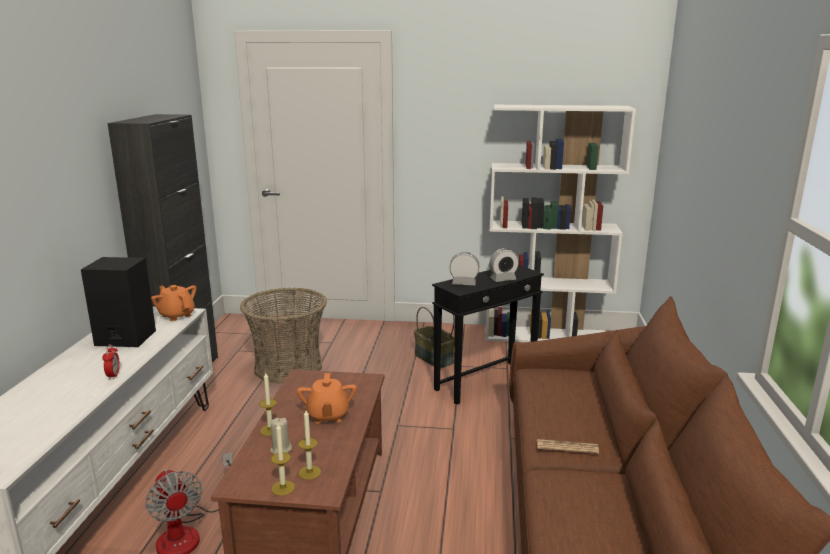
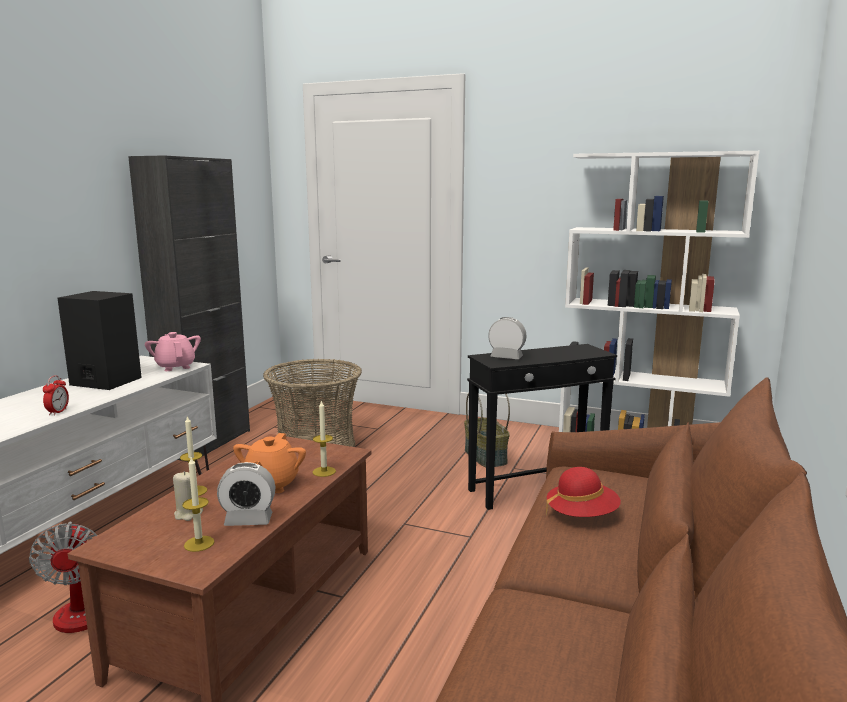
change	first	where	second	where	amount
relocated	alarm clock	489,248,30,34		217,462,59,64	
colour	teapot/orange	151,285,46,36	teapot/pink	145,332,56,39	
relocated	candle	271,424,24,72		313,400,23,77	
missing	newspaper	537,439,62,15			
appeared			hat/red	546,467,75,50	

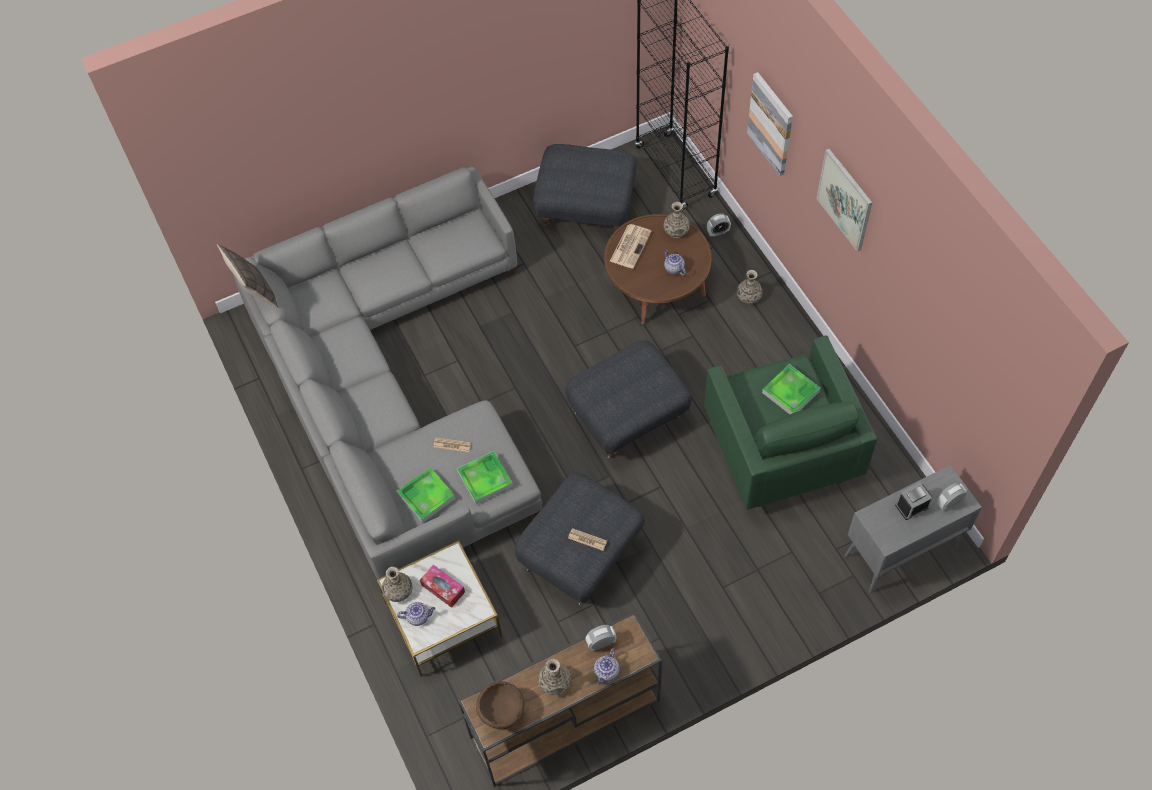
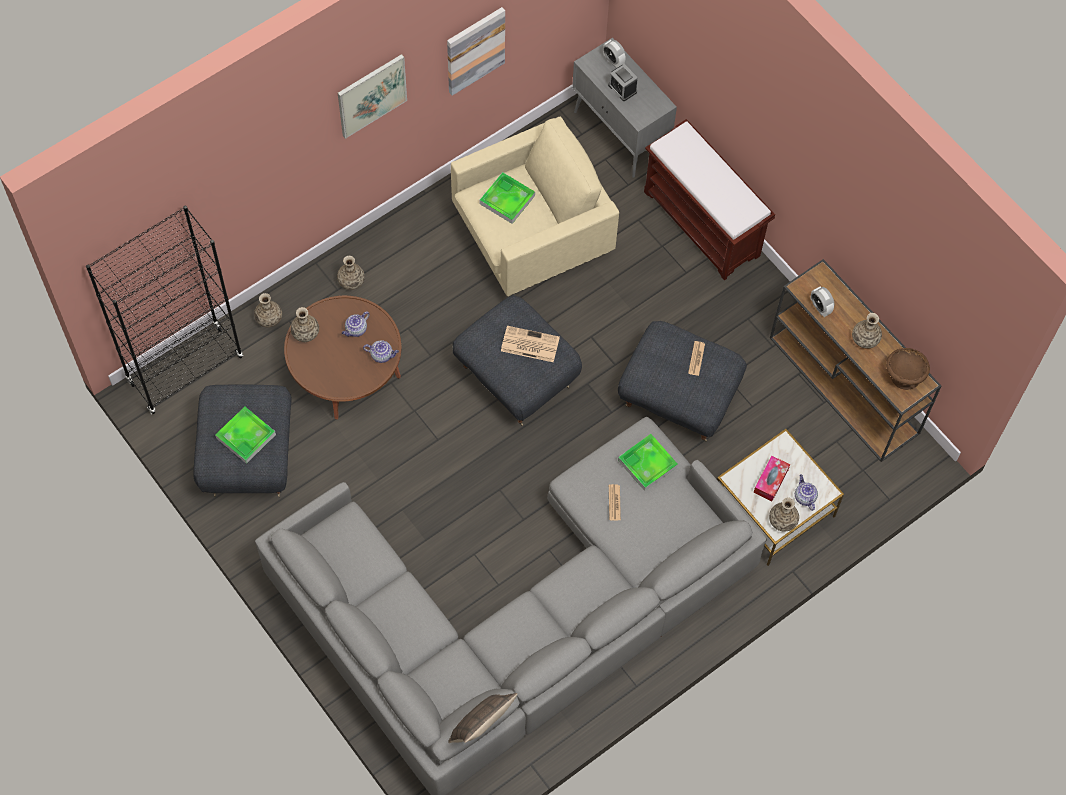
change	first	where	second	where	amount
relocated	picture	747,72,46,104		447,7,58,89	
exchanged	alarm clock	707,213,24,24	vase	254,293,28,34	
relocated	newspaper	610,224,42,45		501,326,59,36	
colour	armchair/green	704,335,173,175	armchair/beige	451,116,168,180	
relocated	tray	397,467,59,56		215,406,61,58	
relocated	teapot	594,648,25,37		363,340,36,23	
appeared			bench/brown	644,119,131,161	

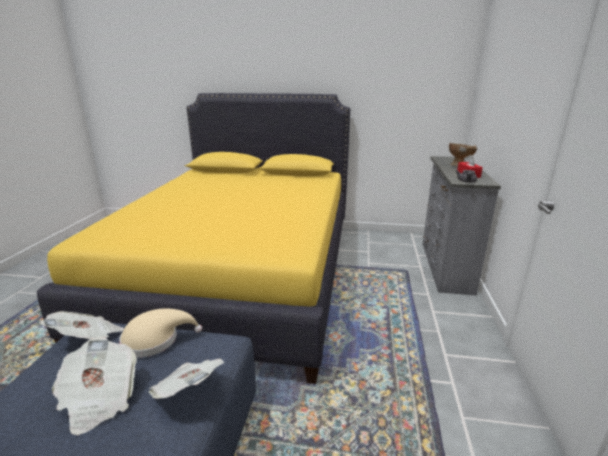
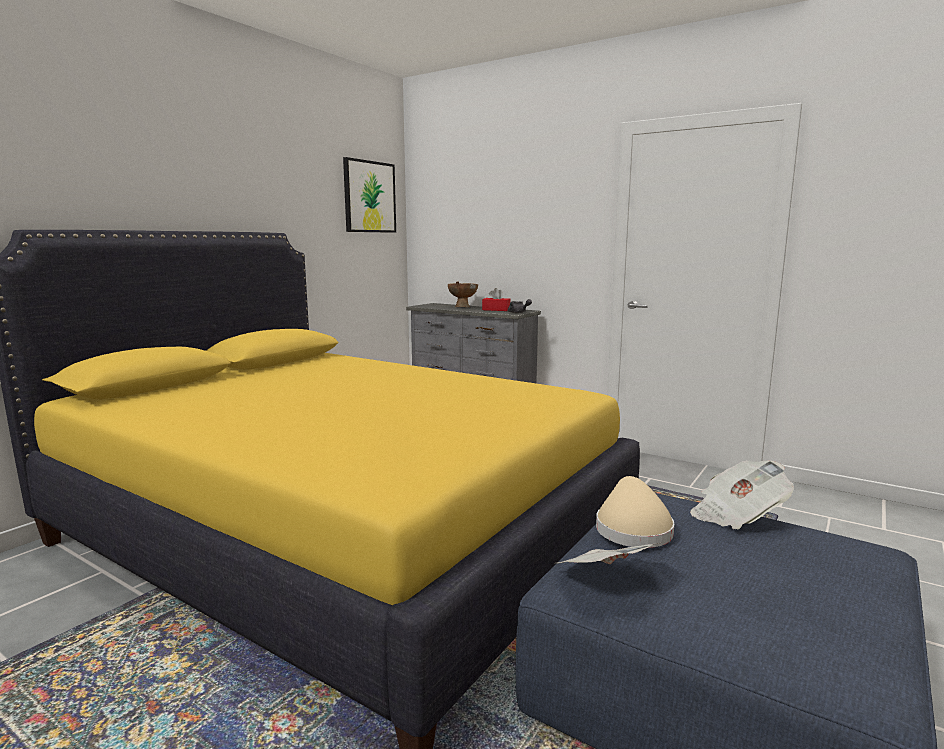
change	first	where	second	where	amount
missing	newspaper	52,337,85,98			
appeared			picture	343,157,53,76	

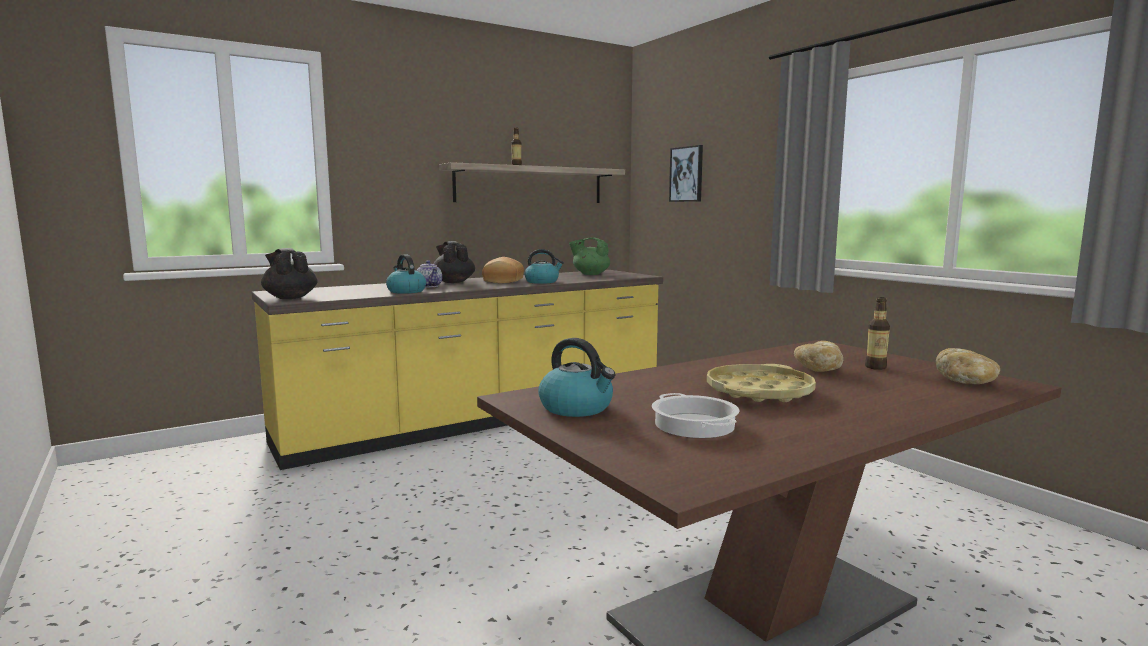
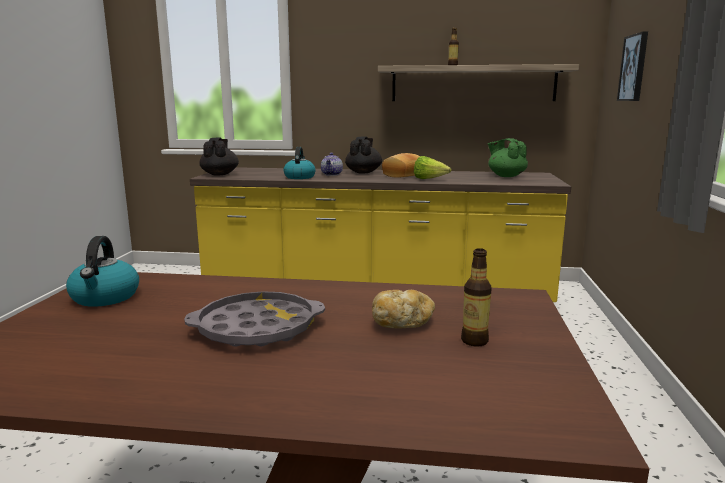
change	first	where	second	where	amount
exchanged	kettle	524,249,40,35	lettuce	414,156,38,23	
missing	bread	936,348,64,36			
colour	tray/yellow	707,364,109,38	tray/grey	184,291,141,55	
missing	cooking pot	652,393,88,45			

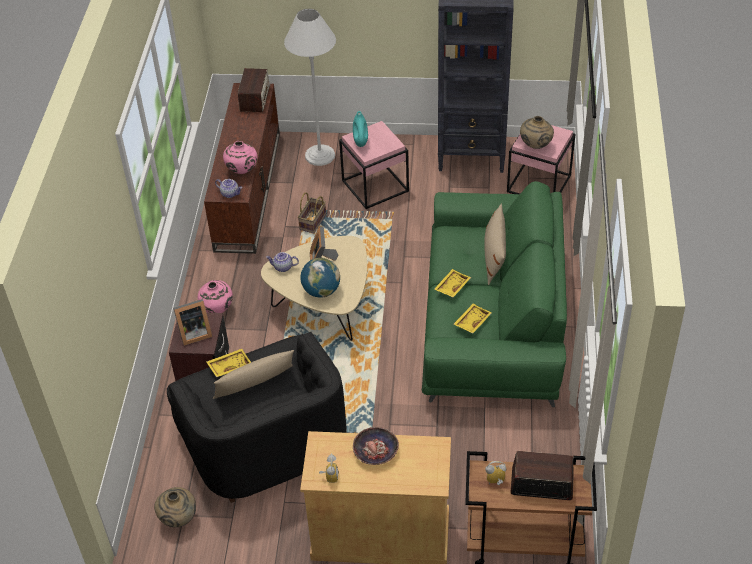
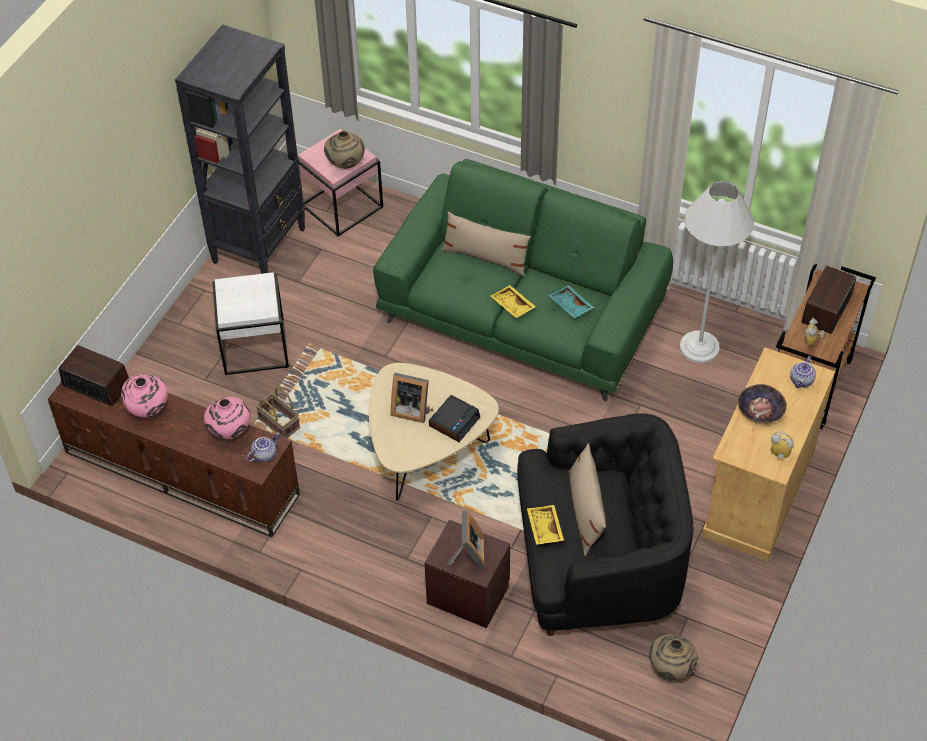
change	first	where	second	where	amount
relocated	floor lamp/white	284,9,52,157		680,181,74,182	
missing	vase/turquoise	353,111,15,36			
colour	side table/pink	339,121,70,88	side table/white	213,272,76,103	
relocated	teapot	266,252,33,20		790,356,26,32	
exchanged	globe	300,258,40,40	alarm clock	429,395,51,47	
relocated	vase/pink	198,280,35,33		121,374,47,44	
colour	tray/yellow	454,304,38,30	tray/turquoise	548,285,46,33	

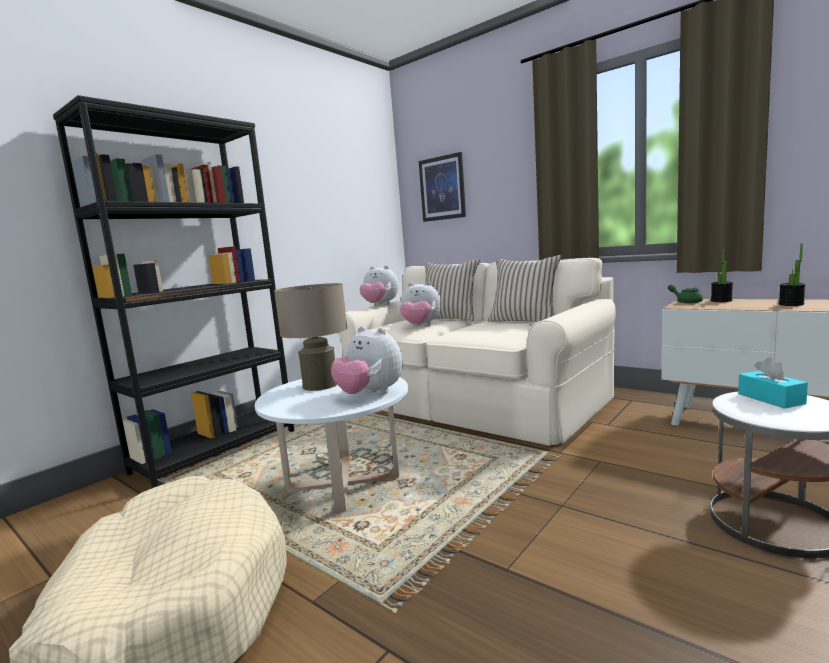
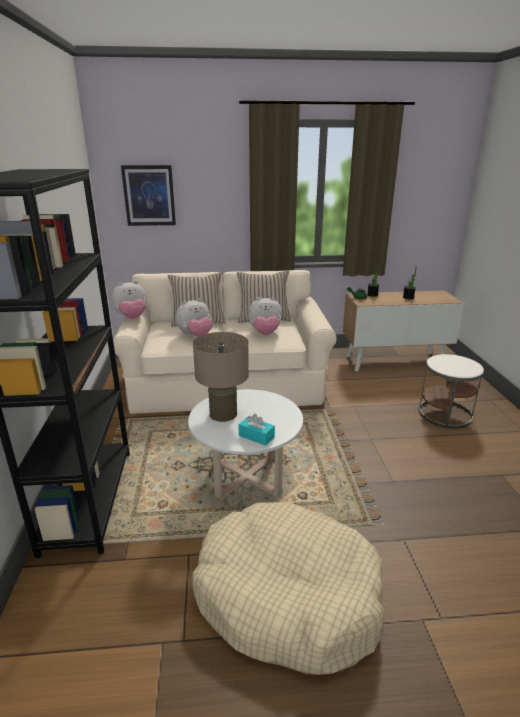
change	first	where	second	where	amount
relocated	plush toy	331,326,72,69		248,297,34,38	
relocated	tissue box/turquoise	738,357,70,52		238,414,37,32	

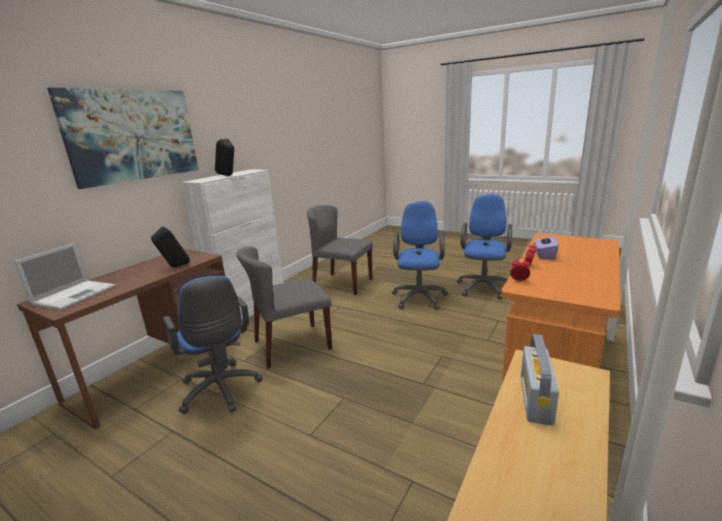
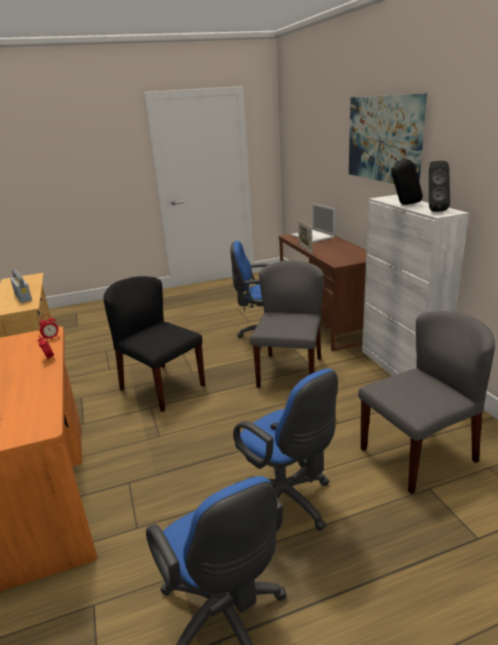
change	first	where	second	where	amount
relocated	speaker/black	151,226,39,41		429,161,21,51	
missing	tissue box/purple	535,232,24,27			
appeared			picture frame	298,220,14,34	
appeared			chair/black	103,276,102,136	

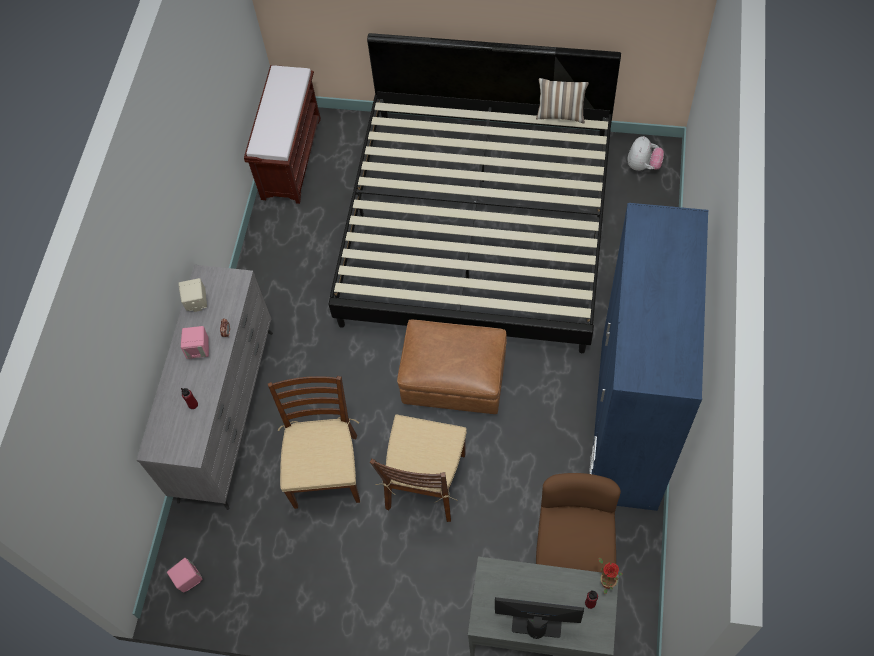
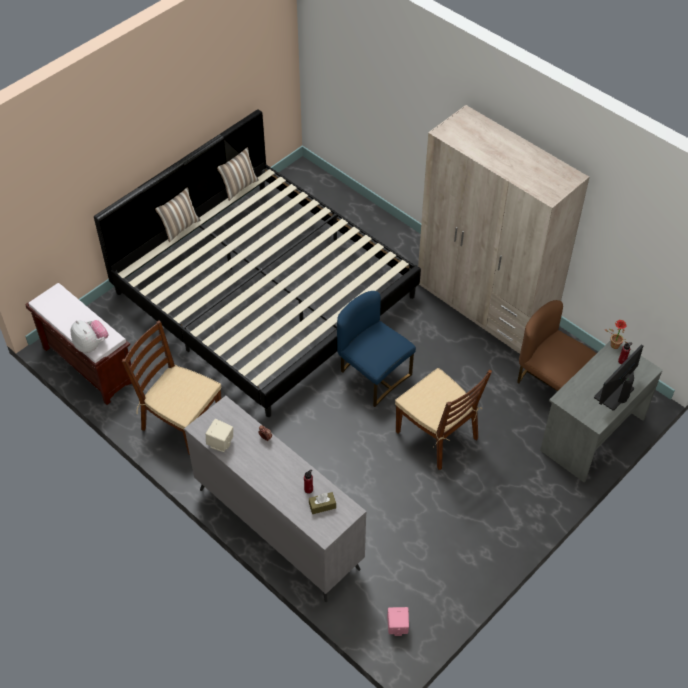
change	first	where	second	where	amount
relocated	plush toy	628,136,36,35		70,320,38,33	
colour	wardrobe/blue	589,203,120,308	wardrobe/beige	418,105,171,249	
exchanged	ottoman/brown	397,320,110,94	chair/blue	337,291,79,116	
missing	speaker/pink	181,326,28,33			
relocated	chair/brown	268,376,92,133		122,321,99,134	
appeared			pillow	155,187,45,55	
appeared			tissue box/brown	309,492,27,22	

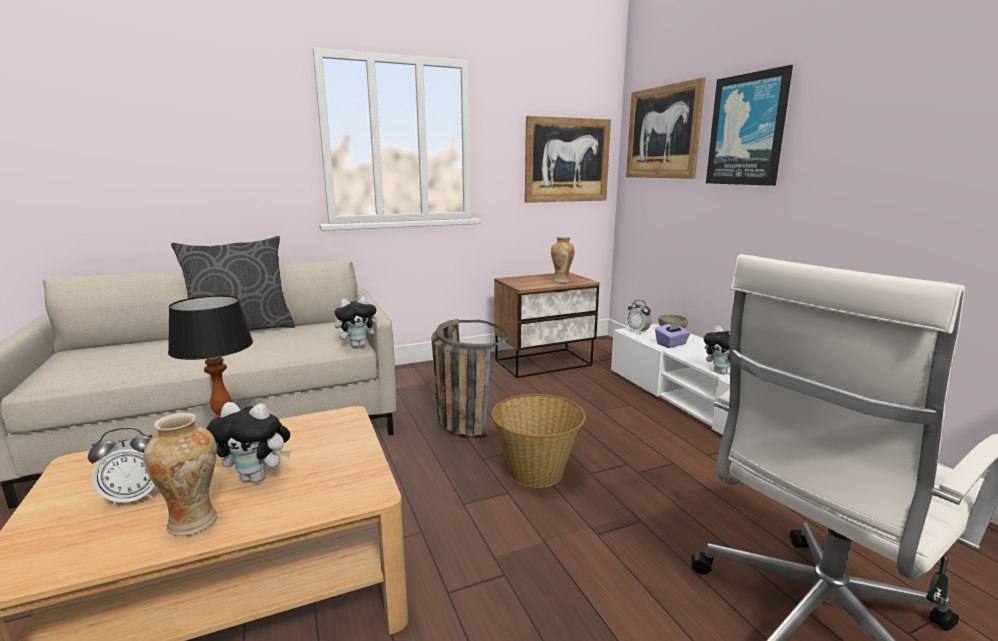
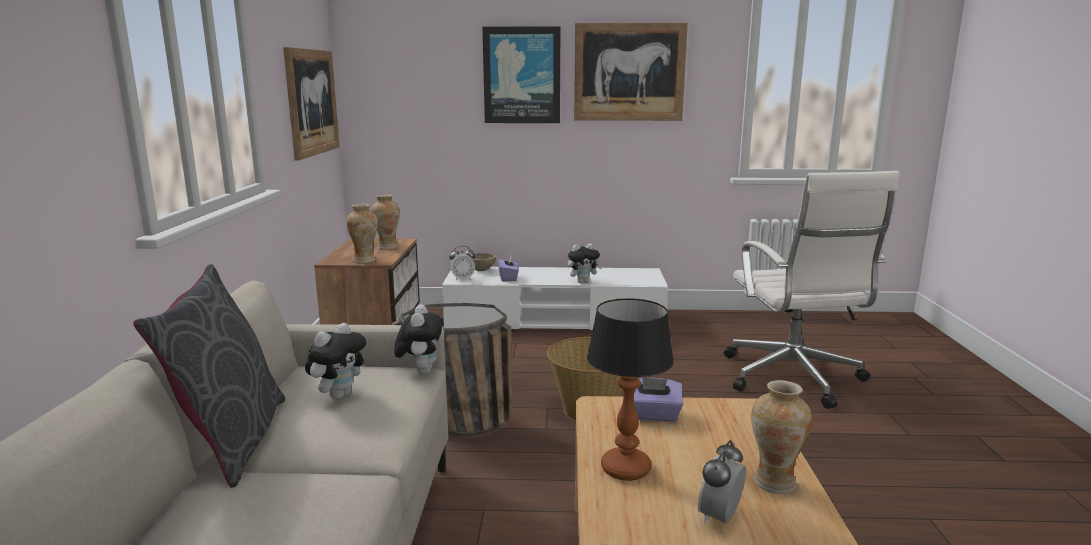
change	first	where	second	where	amount
relocated	picture	626,77,79,102		574,23,114,98	
relocated	plush toy	206,402,85,81		305,323,61,76	
spun	alarm clock	88,427,67,80		698,440,48,84	150 degrees counterclockwise
appeared			vase	346,204,32,59	
appeared			tissue box/purple	634,377,49,45	

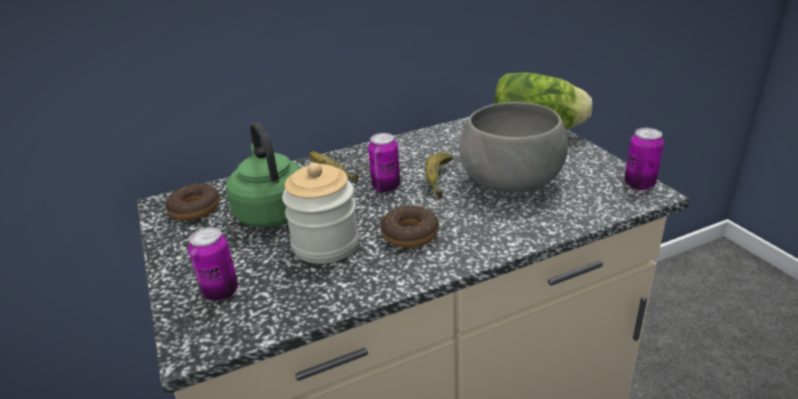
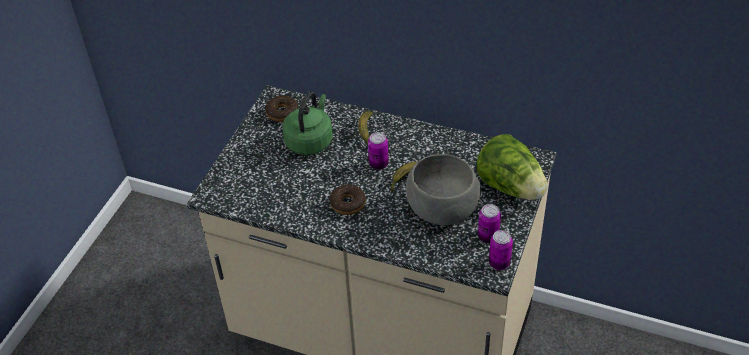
change	first	where	second	where	amount
missing	jar	282,163,77,101			
relocated	can	188,227,50,74		478,204,23,39	

